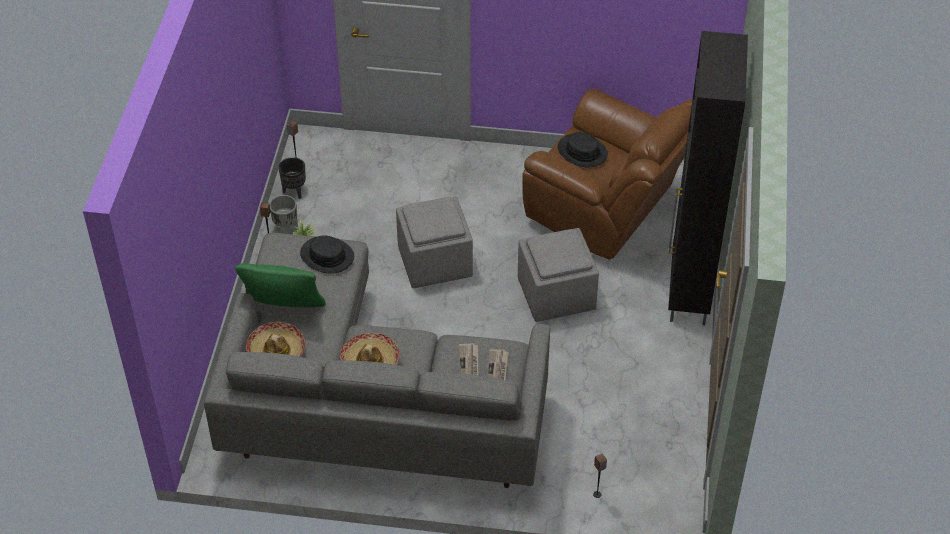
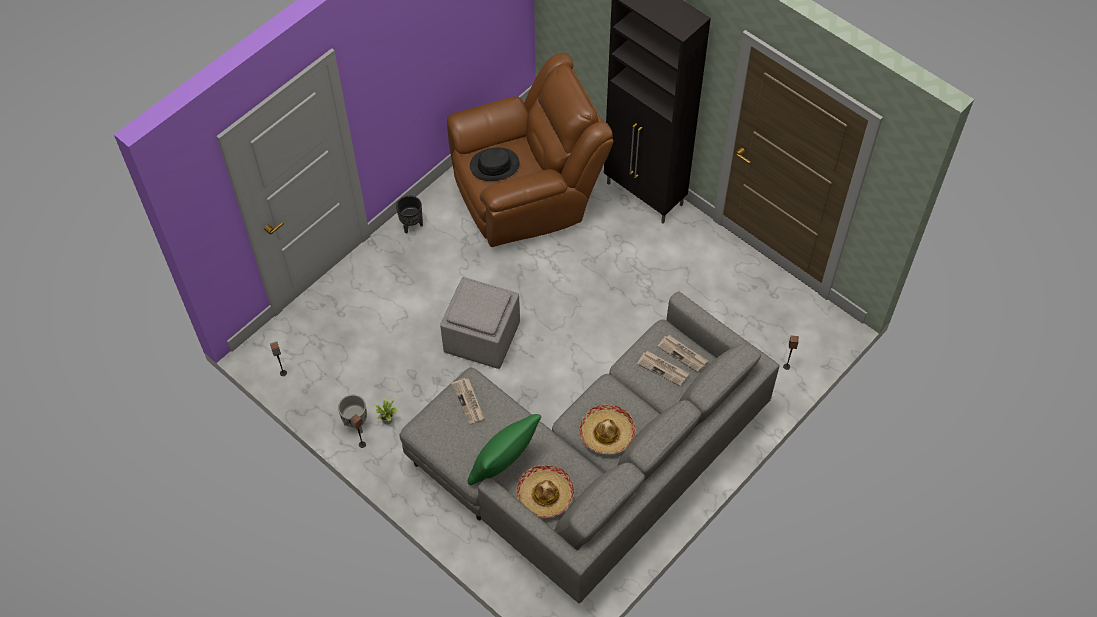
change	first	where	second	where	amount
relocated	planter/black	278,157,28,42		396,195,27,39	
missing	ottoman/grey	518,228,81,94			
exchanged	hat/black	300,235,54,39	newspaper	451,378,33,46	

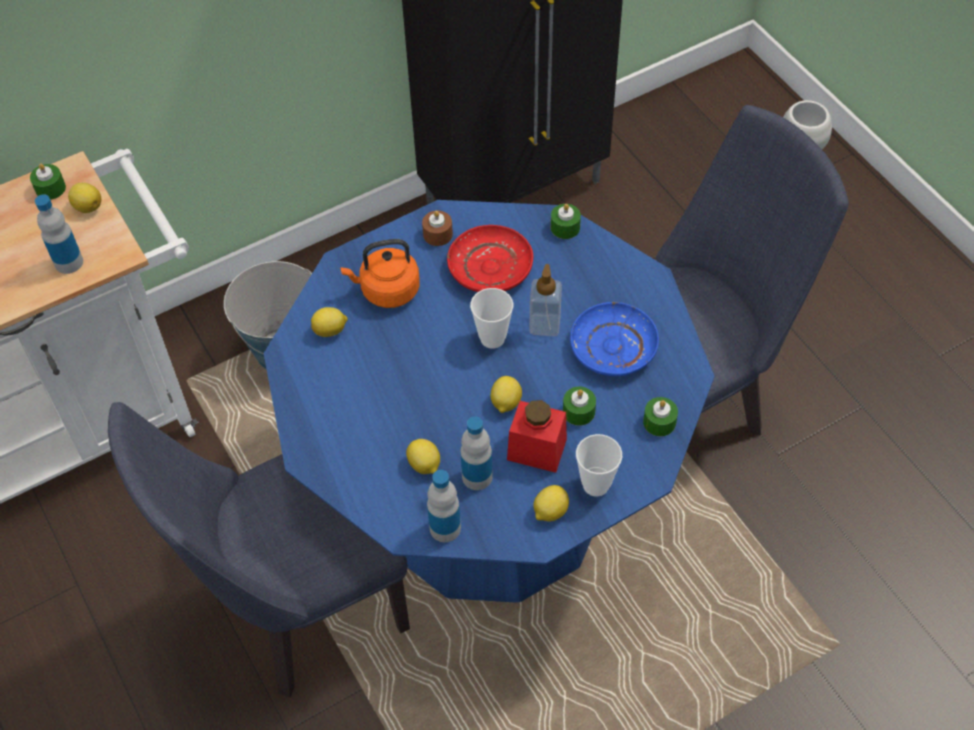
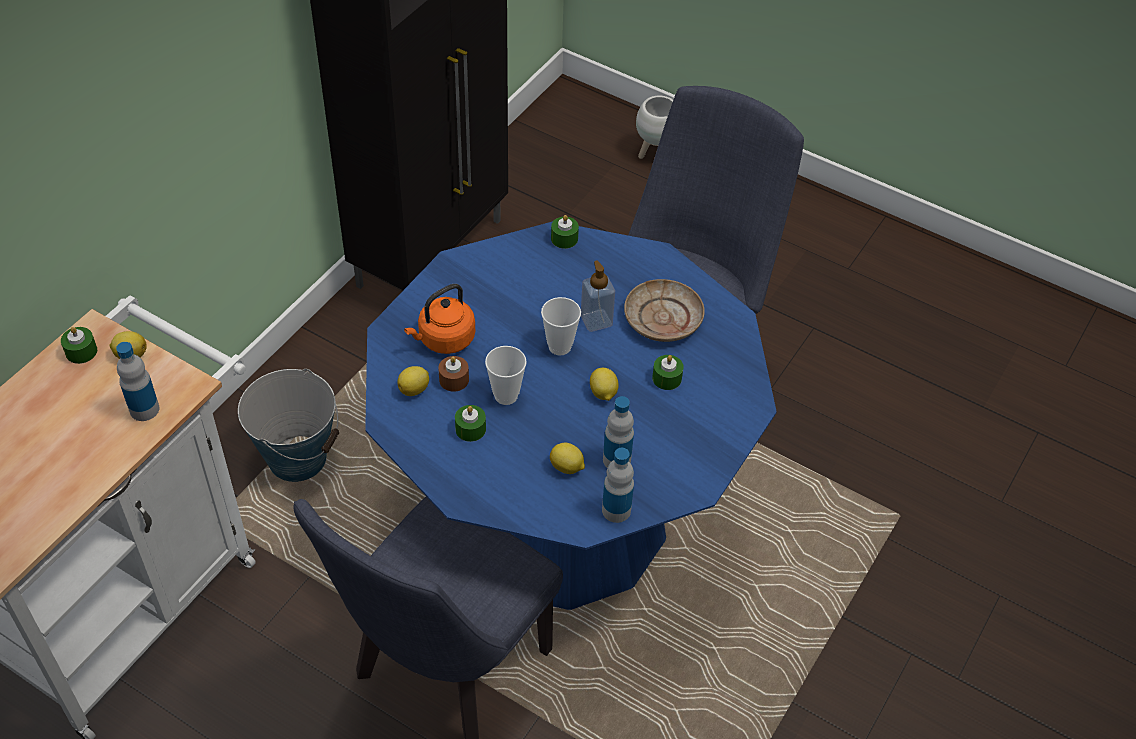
change	first	where	second	where	amount
relocated	candle/brown	422,211,31,35		438,356,31,36	
missing	plate/red	447,225,86,67			
colour	plate/blue	570,302,89,74	plate/beige	624,279,81,63	
relocated	candle/green	643,397,35,39		455,405,31,37	
missing	jar/red	507,400,60,73			
relocated	cup	576,434,46,62		485,346,42,59	
missing	lemon	533,485,36,37			

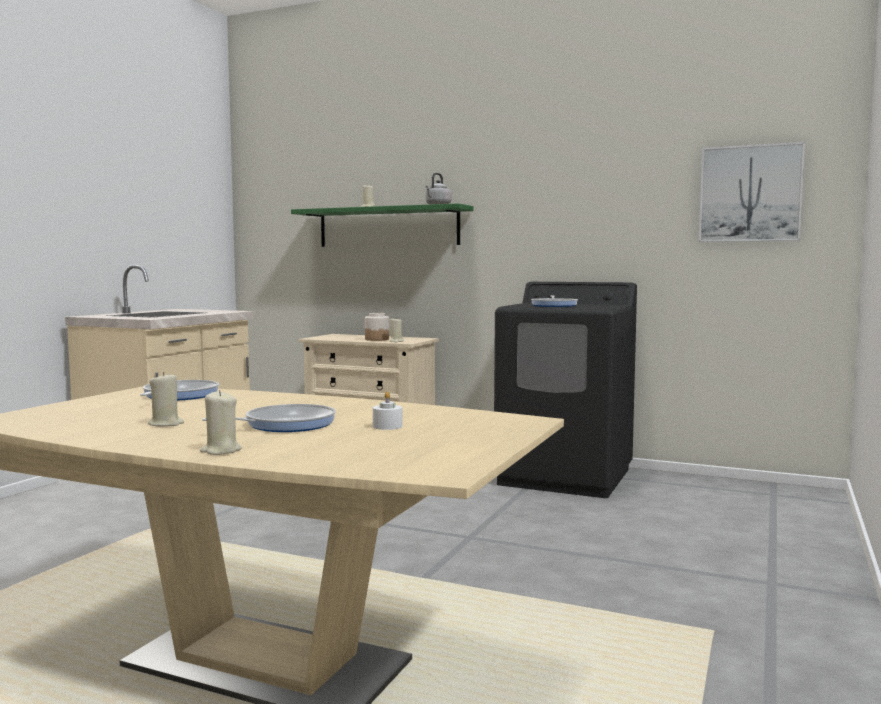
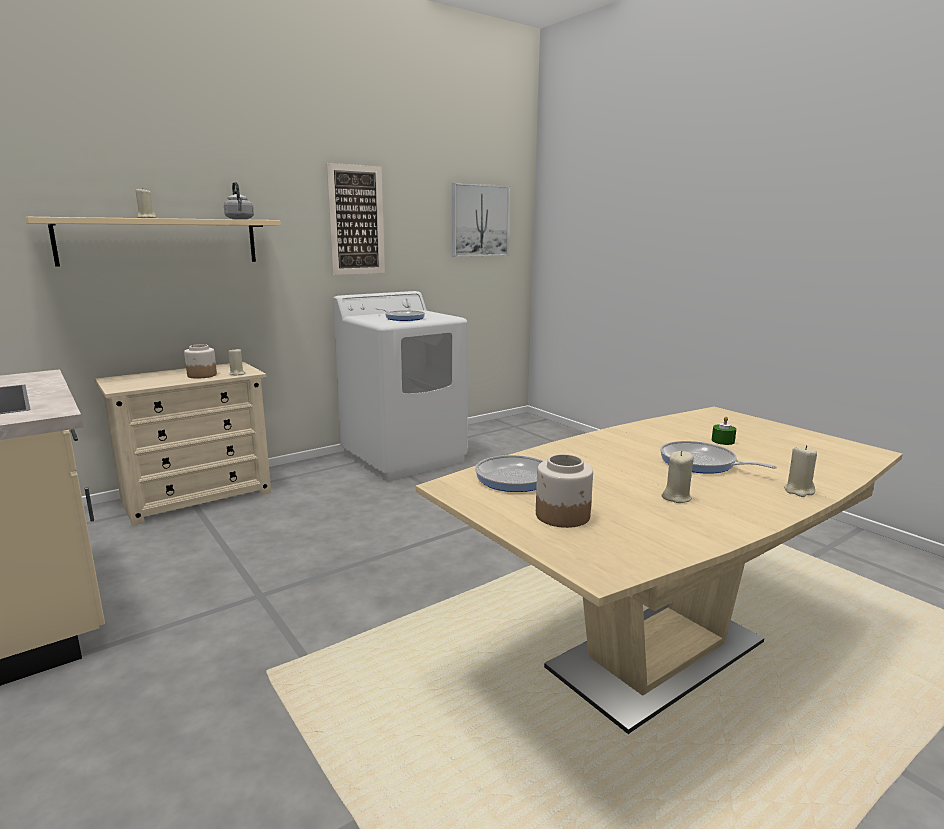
change	first	where	second	where	amount
colour	shelf/green	291,203,182,44	shelf/beige	25,217,256,50	
colour	washing machine/black	494,282,143,216	washing machine/white	333,291,135,190	
colour	candle/white	373,391,29,39	candle/green	712,416,24,29	
spun	frying pan	202,404,134,28		660,441,117,33	45 degrees counterclockwise
appeared			picture	326,163,59,112	
appeared			jar	536,454,57,74	

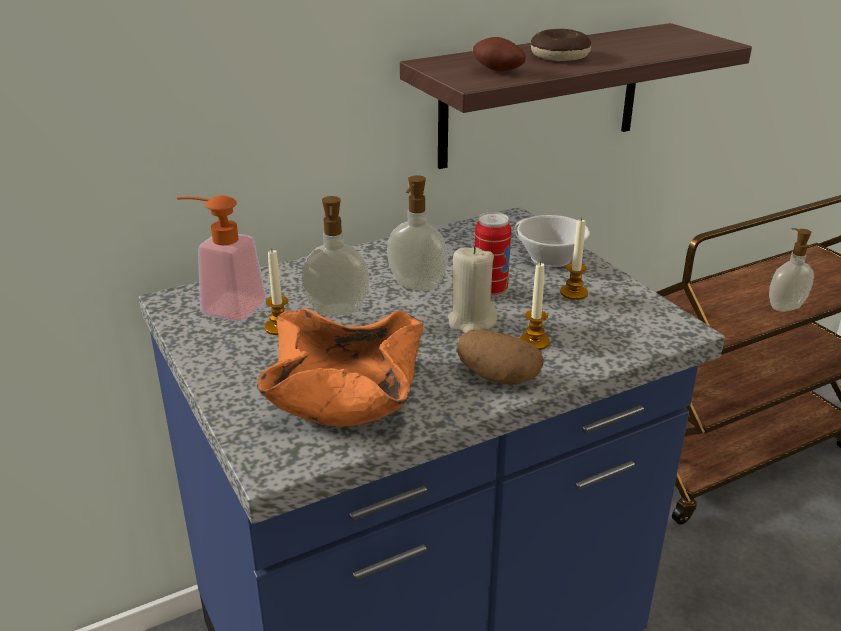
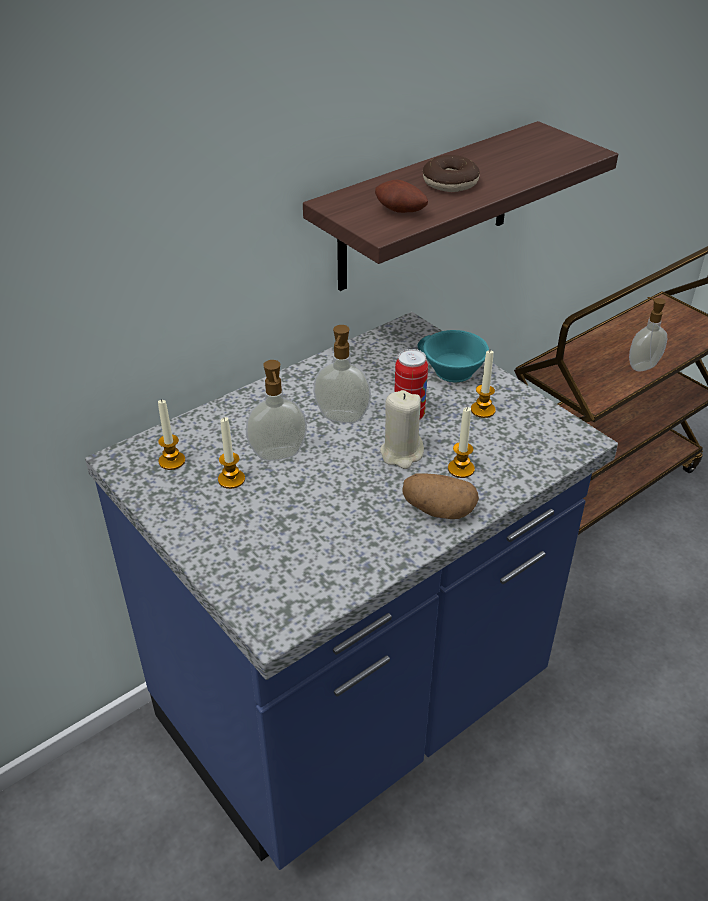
change	first	where	second	where	amount
exchanged	soap dispenser	177,196,89,126	candle	158,399,27,71	
colour	cup/white	514,215,76,52	cup/turquoise	418,330,71,52	
missing	bowl/orange	257,308,166,119			

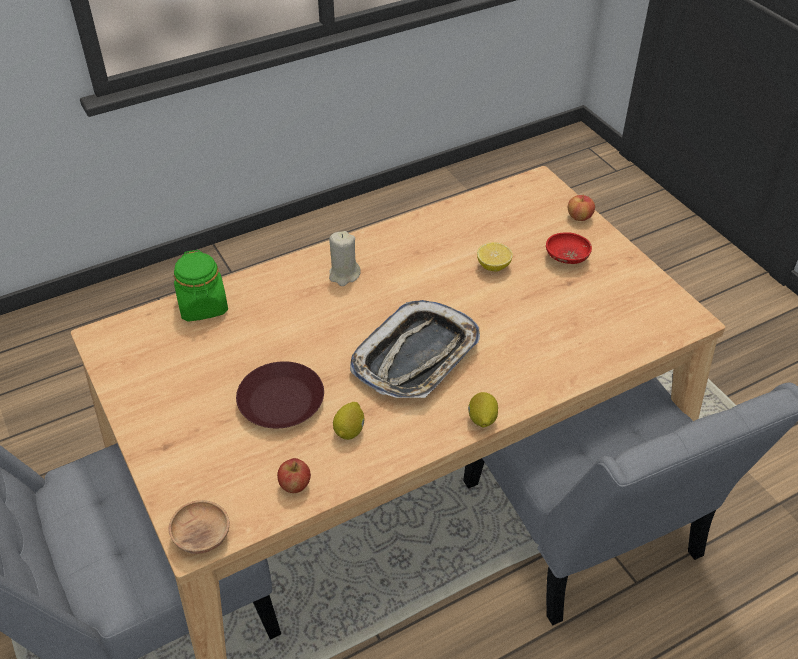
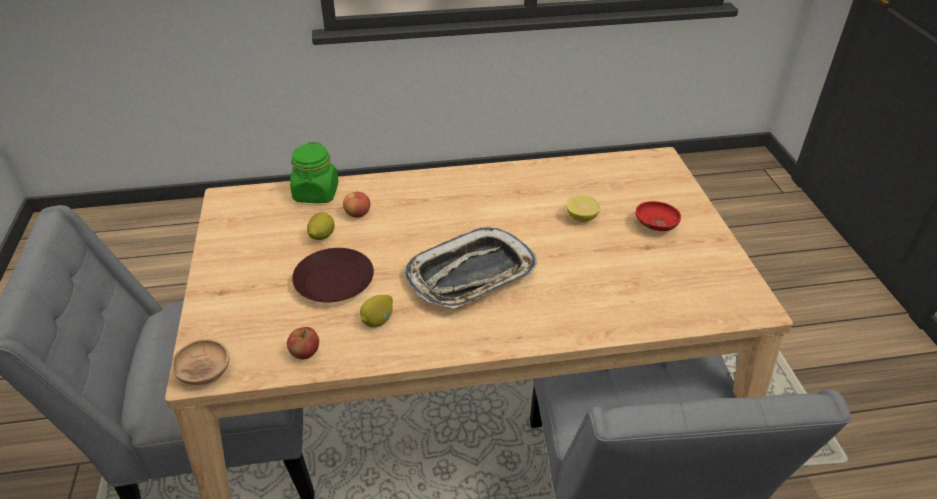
change	first	where	second	where	amount
relocated	apple	568,195,27,26		343,191,27,27	
missing	candle/beige	329,231,32,55			
relocated	lemon	468,392,30,35		307,212,28,28	

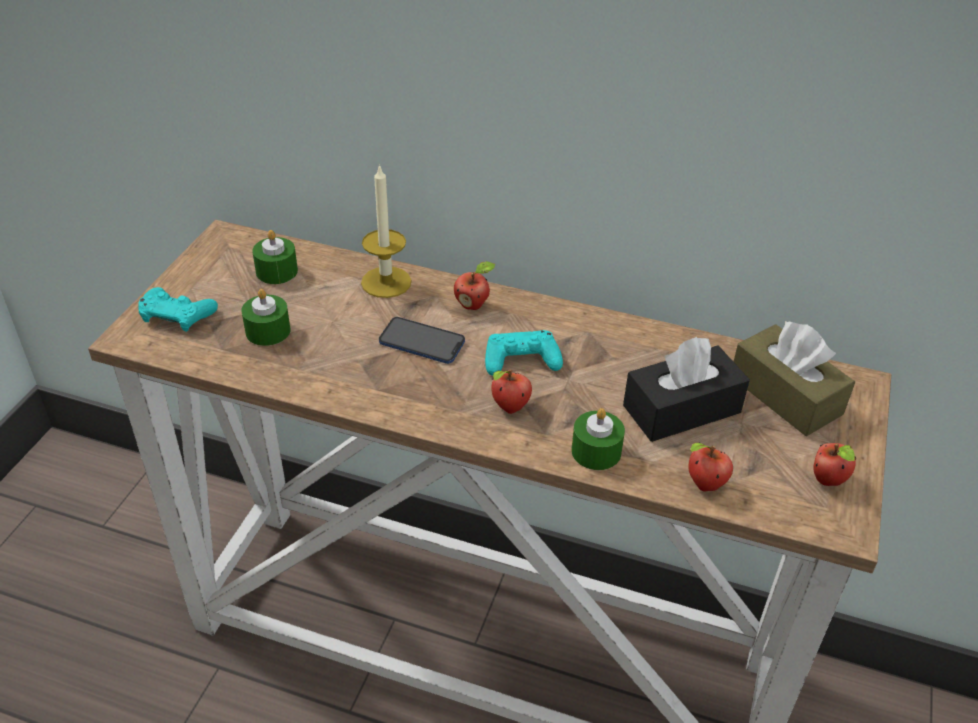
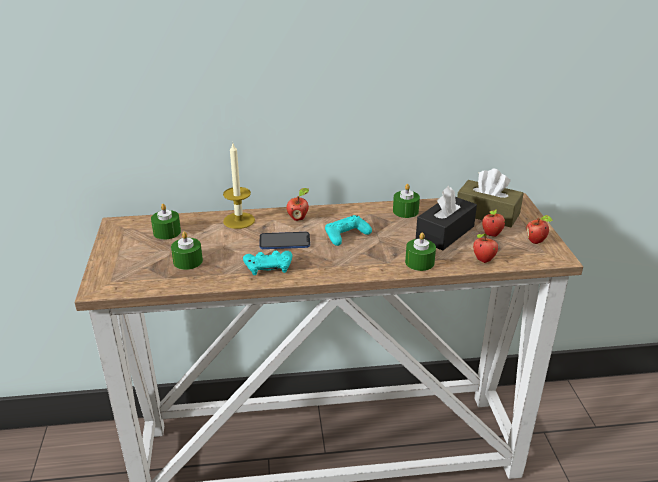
change	first	where	second	where	amount
relocated	game controller/turquoise	138,287,80,45		243,251,49,24	
relocated	apple	491,370,41,44		482,209,23,28	
appeared			candle/green	393,184,27,34	

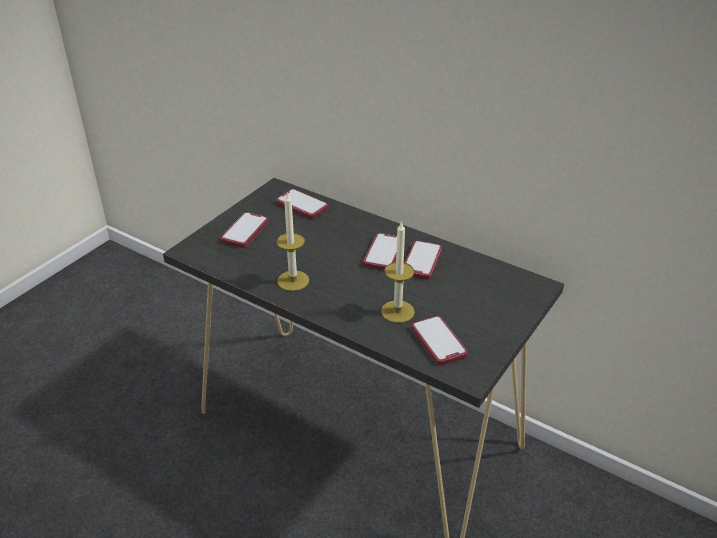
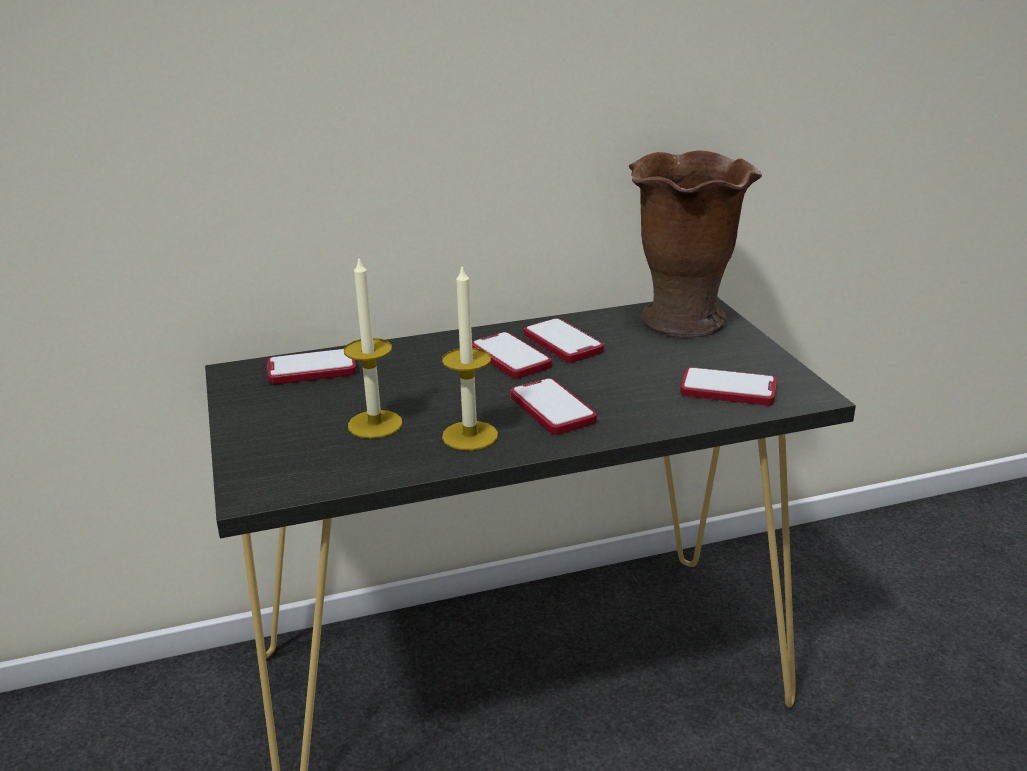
change	first	where	second	where	amount
relocated	phone	221,212,47,36		510,378,87,57	
relocated	candle	381,221,34,102		344,256,59,183	
appeared			vase/brown	629,151,133,186	

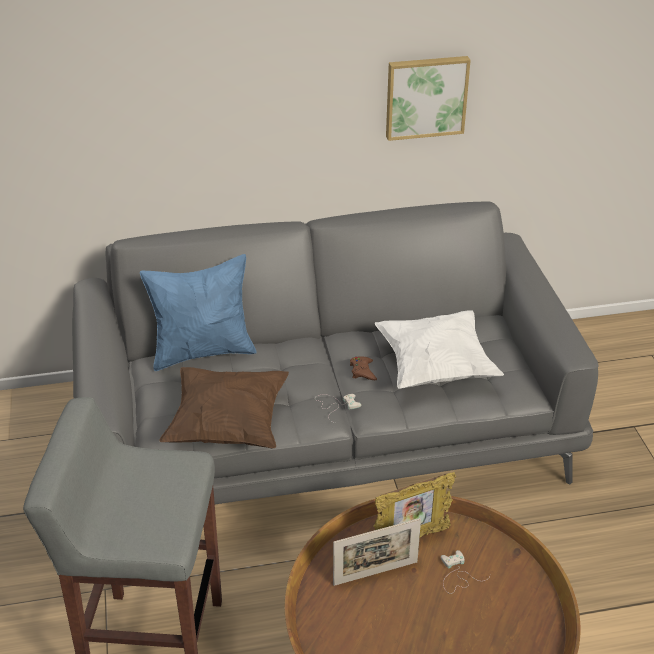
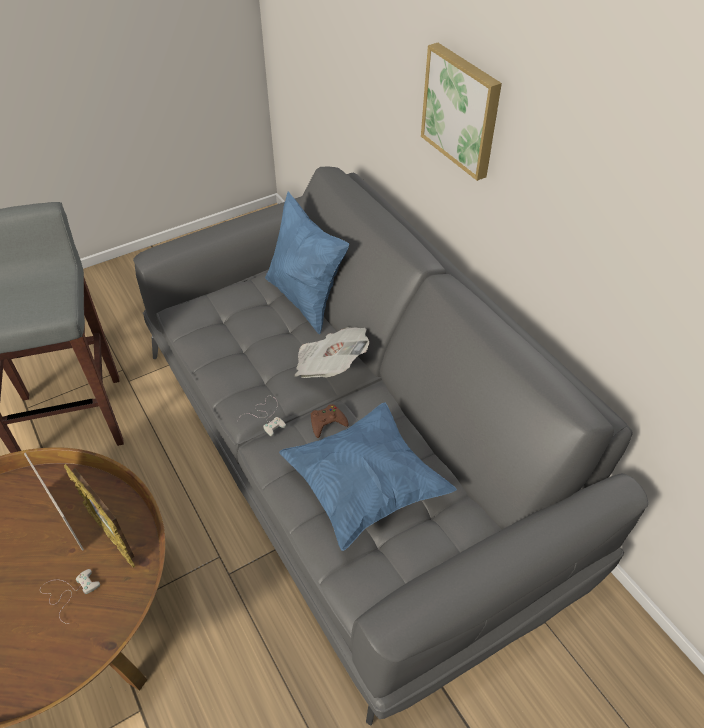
change	first	where	second	where	amount
relocated	picture	386,56,85,85		421,43,81,138	
colour	pillow/white	375,310,129,79	pillow/blue	279,402,178,149	
missing	pillow/brown	159,367,130,82			
appeared			newspaper	295,327,74,51	

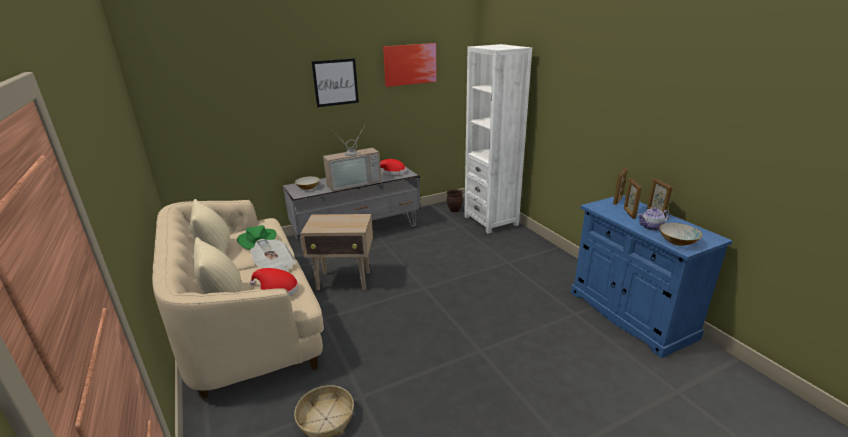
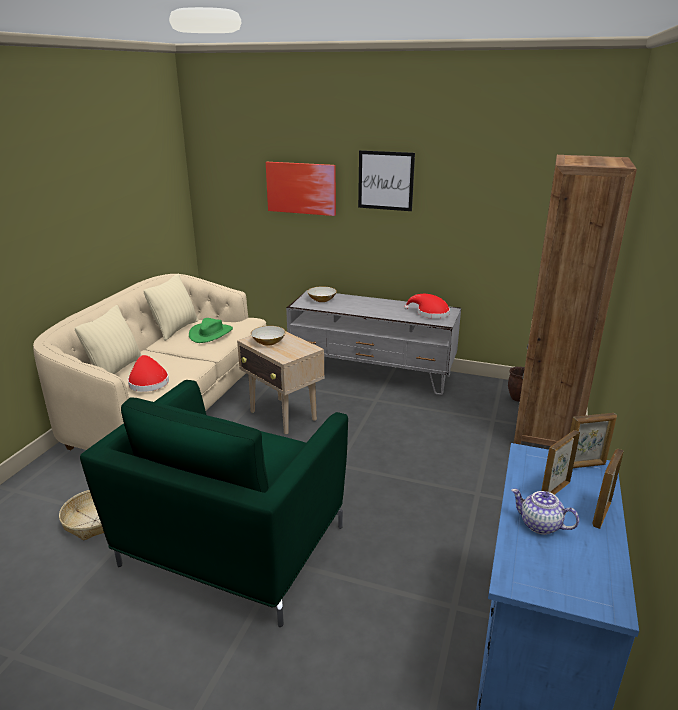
change	first	where	second	where	amount
relocated	picture	383,43,54,44		266,162,70,54	
colour	bookcase/white	464,44,68,190	bookcase/brown	514,155,123,291	
missing	television	323,129,58,62			
relocated	bowl	659,223,43,23		251,326,35,20	
missing	newspaper	250,239,46,33			
appeared			armchair/green	80,380,268,247	

